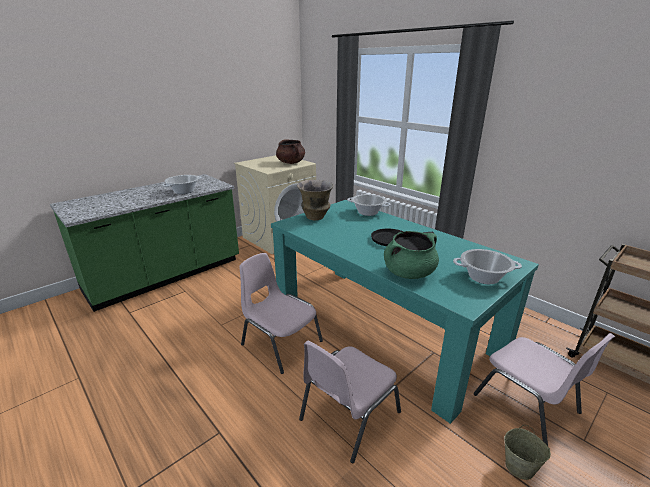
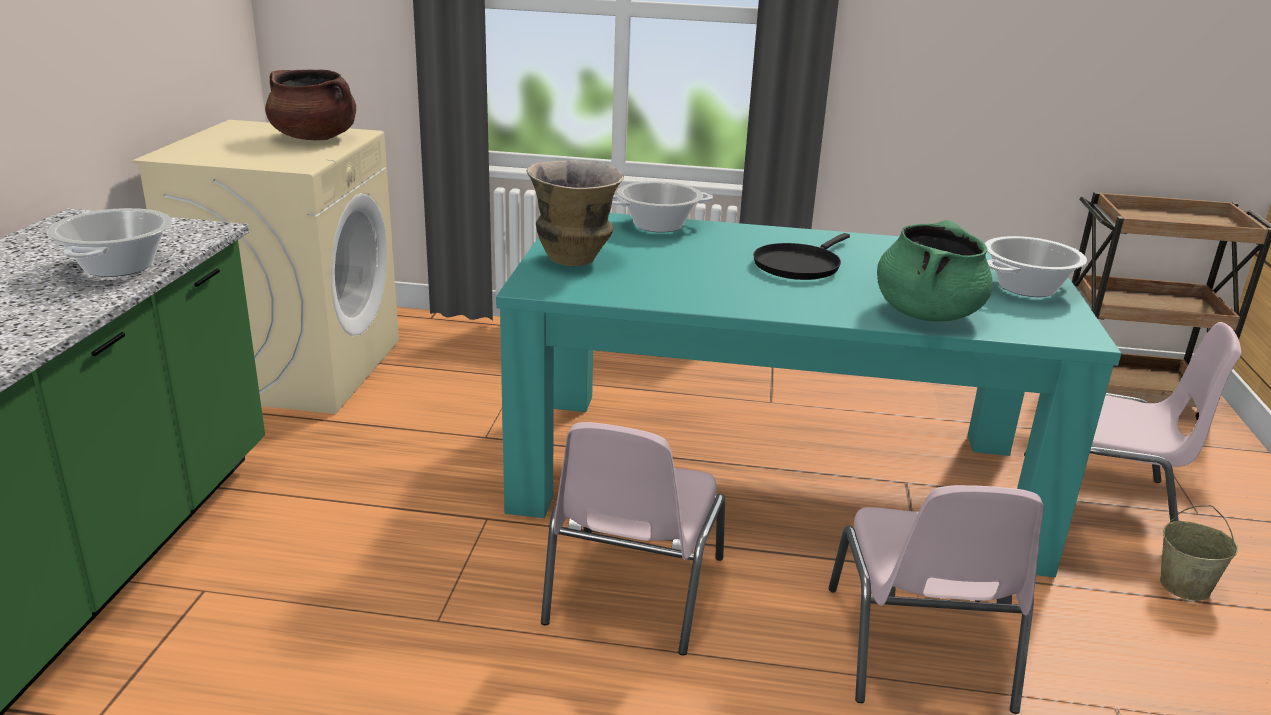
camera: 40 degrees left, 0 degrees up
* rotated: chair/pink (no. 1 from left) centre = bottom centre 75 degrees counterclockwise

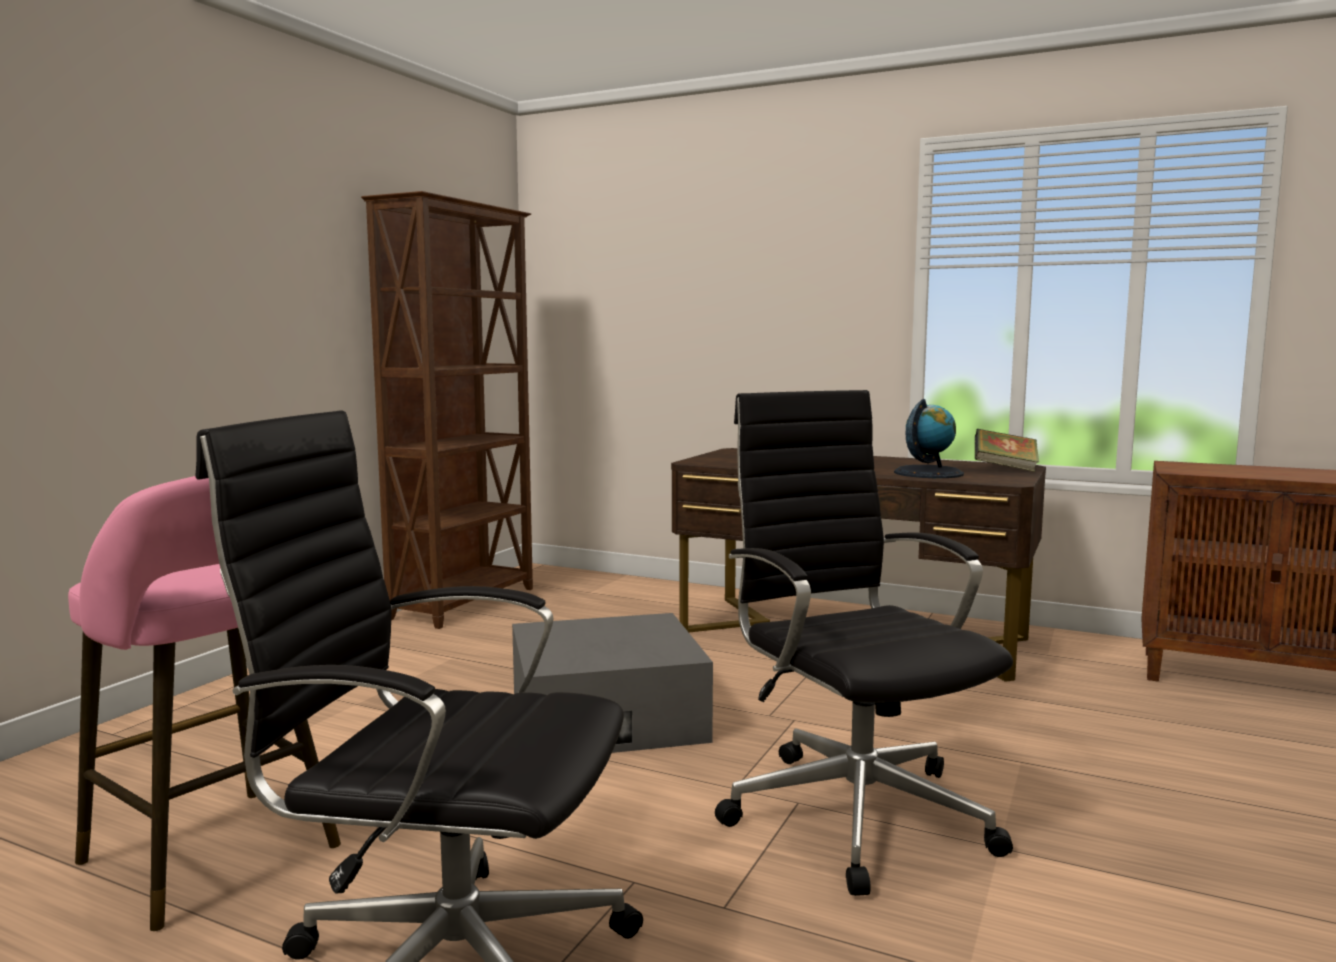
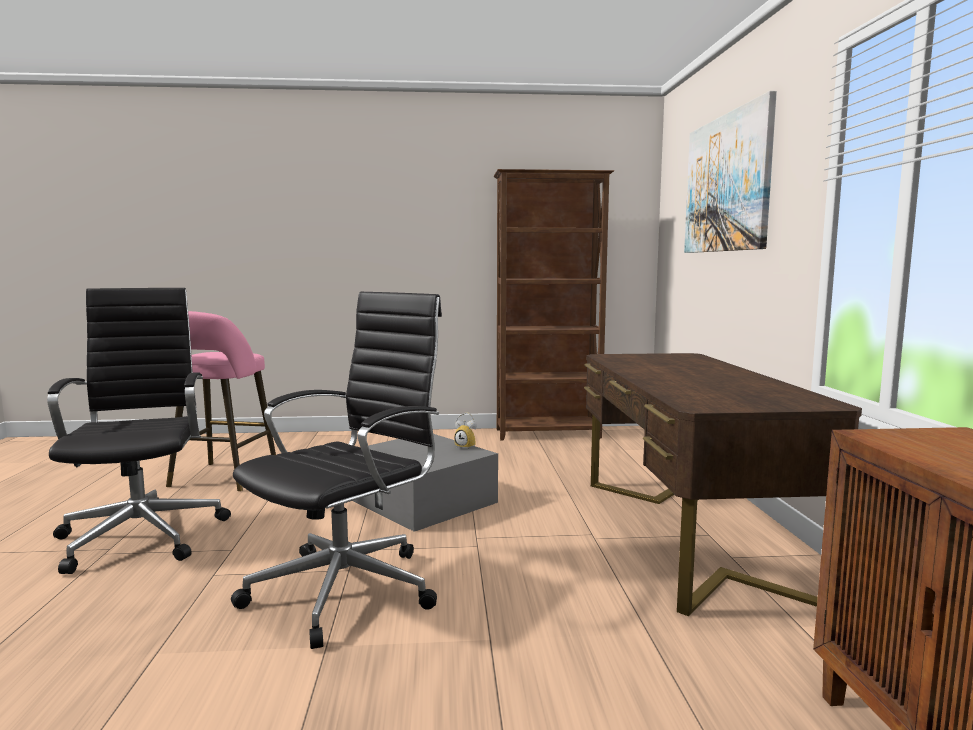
camera: 60 degrees right, 0 degrees up
* gone: globe middle right
* gone: book middle right
* new: alarm clock centre
* new: picture top right

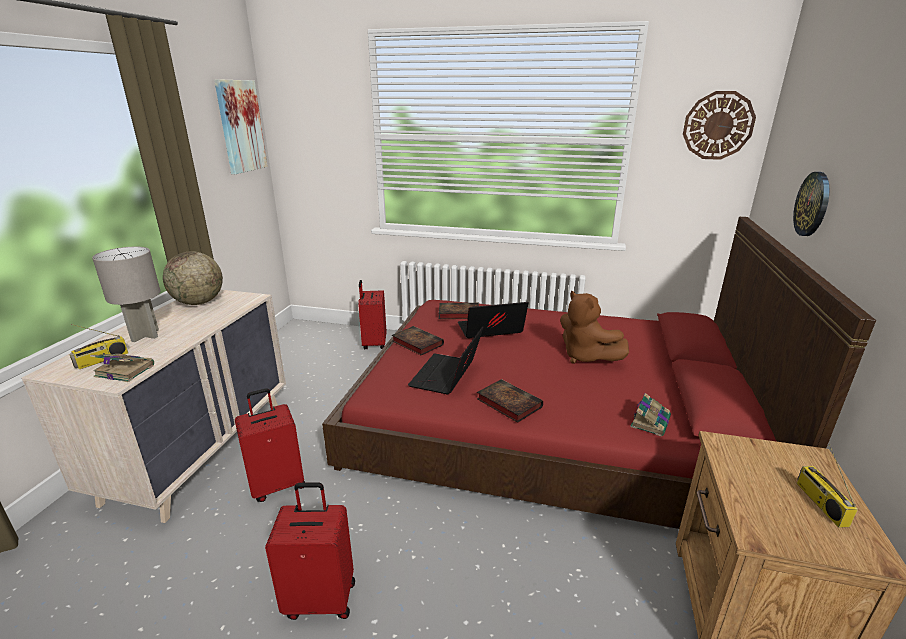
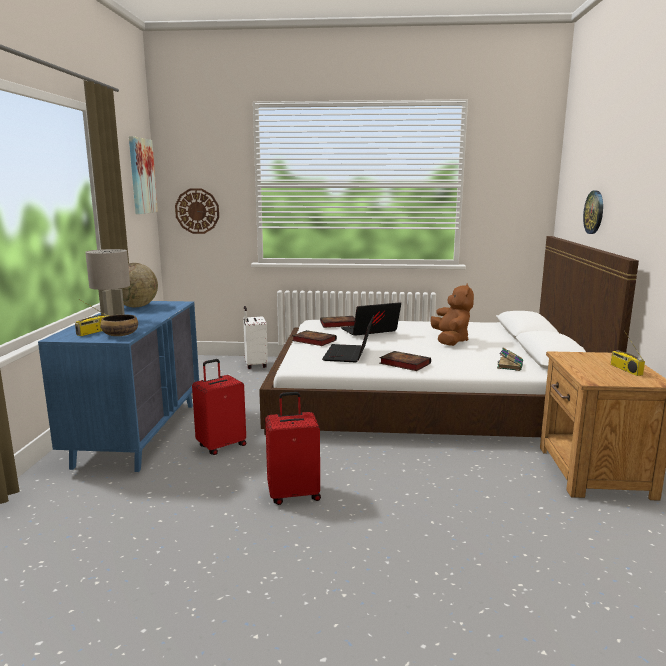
camera: 10 degrees left, 10 degrees down
* repainted: dresser/beige middle left to dresser/blue middle left
* swapped: book (no. 1 from left) middle left to bowl middle left
* repainted: bed/red centre to bed/white middle right
* repainted: suitcase/red (no. 3 from left) centre to suitcase/white centre
* rotated: plush toy/brown centre = middle right 135 degrees counterclockwise
* shifted: wall clock (no. 1 from left) top right to top left

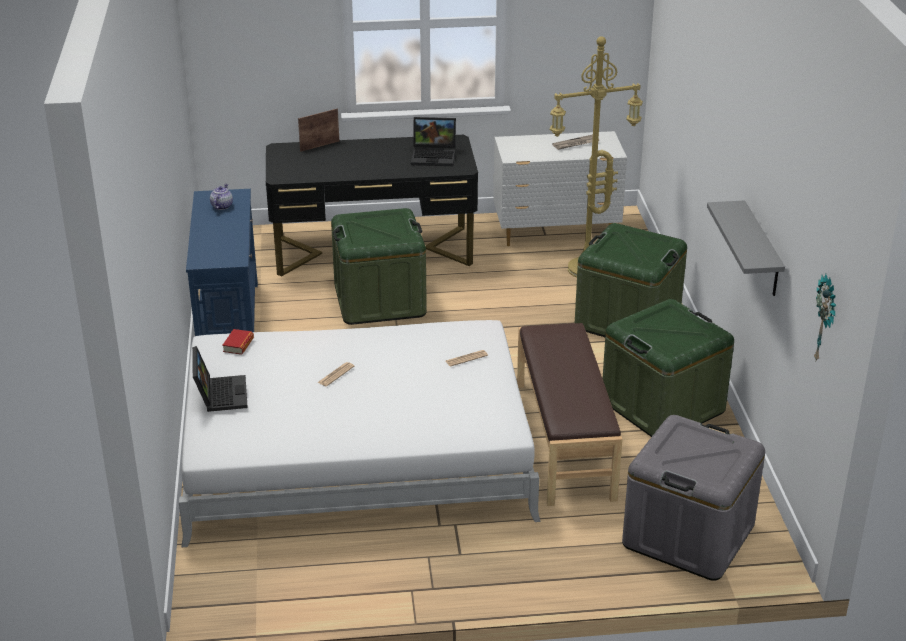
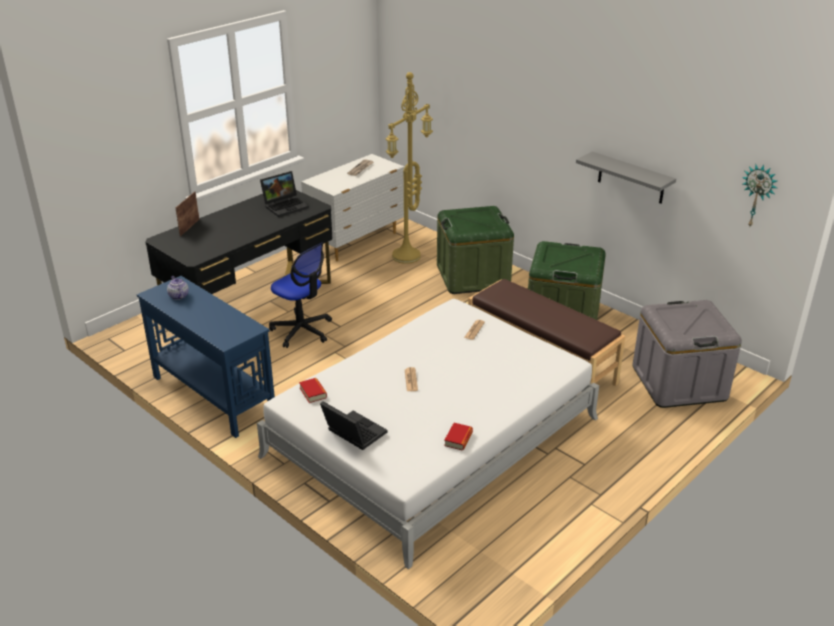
camera: 40 degrees left, 0 degrees up
* swapped: storage box/green (no. 1 from left) centre to office chair centre
* new: book (no. 2 from left) bottom centre

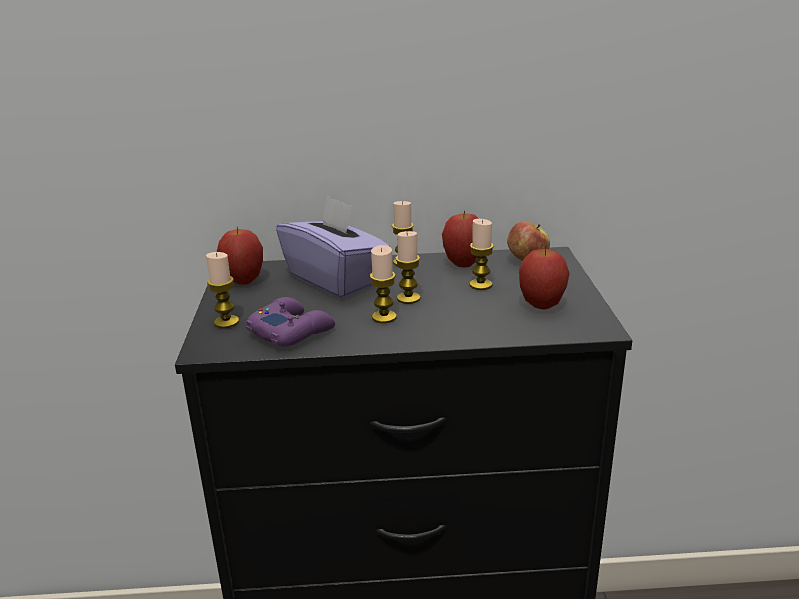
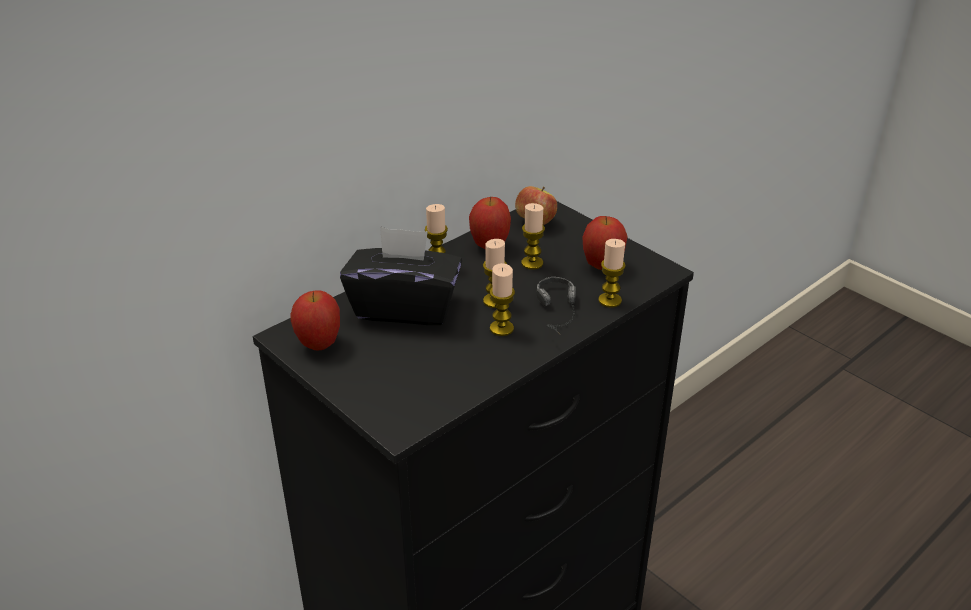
camera: 40 degrees left, 10 degrees up
* shifted: candle (no. 1 from left in the first image) middle left to candle (no. 5 from left) centre
* gone: game controller/purple centre
* repainted: tissue box/purple centre to tissue box/black centre
* new: headphones centre

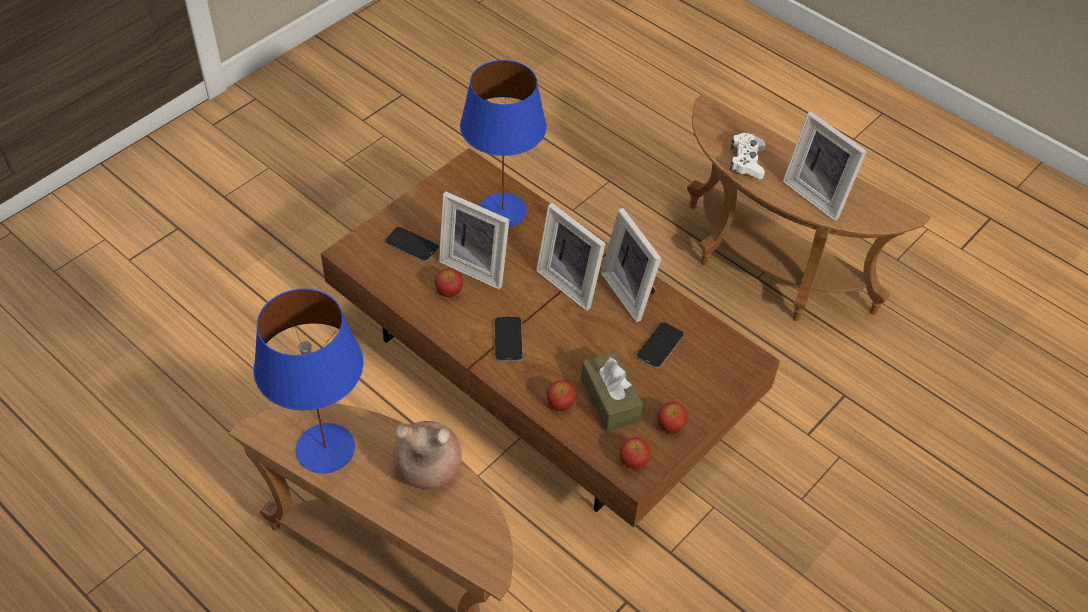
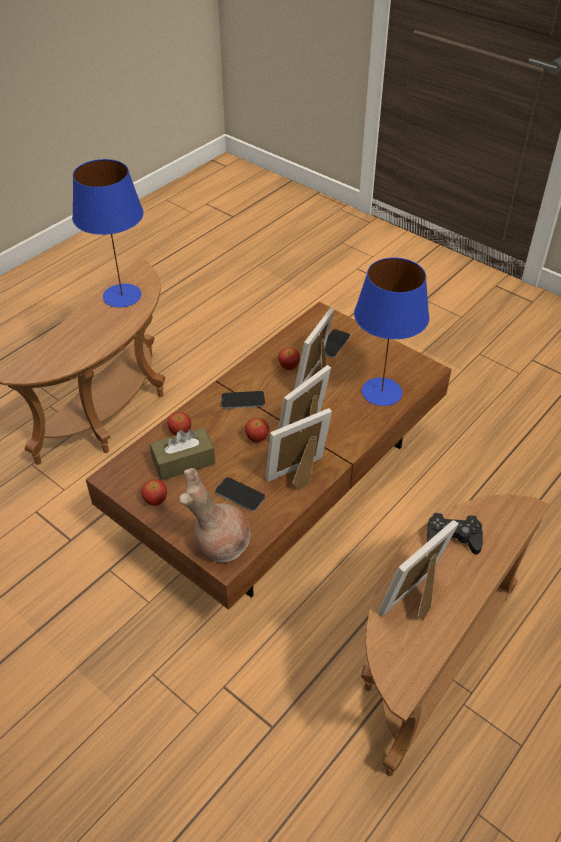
camera: 90 degrees right, 5 degrees down
* shifted: vase/brown bottom centre to centre
* shifted: apple (no. 3 from left) bottom centre to centre
* repainted: game controller/white top right to game controller/black middle right

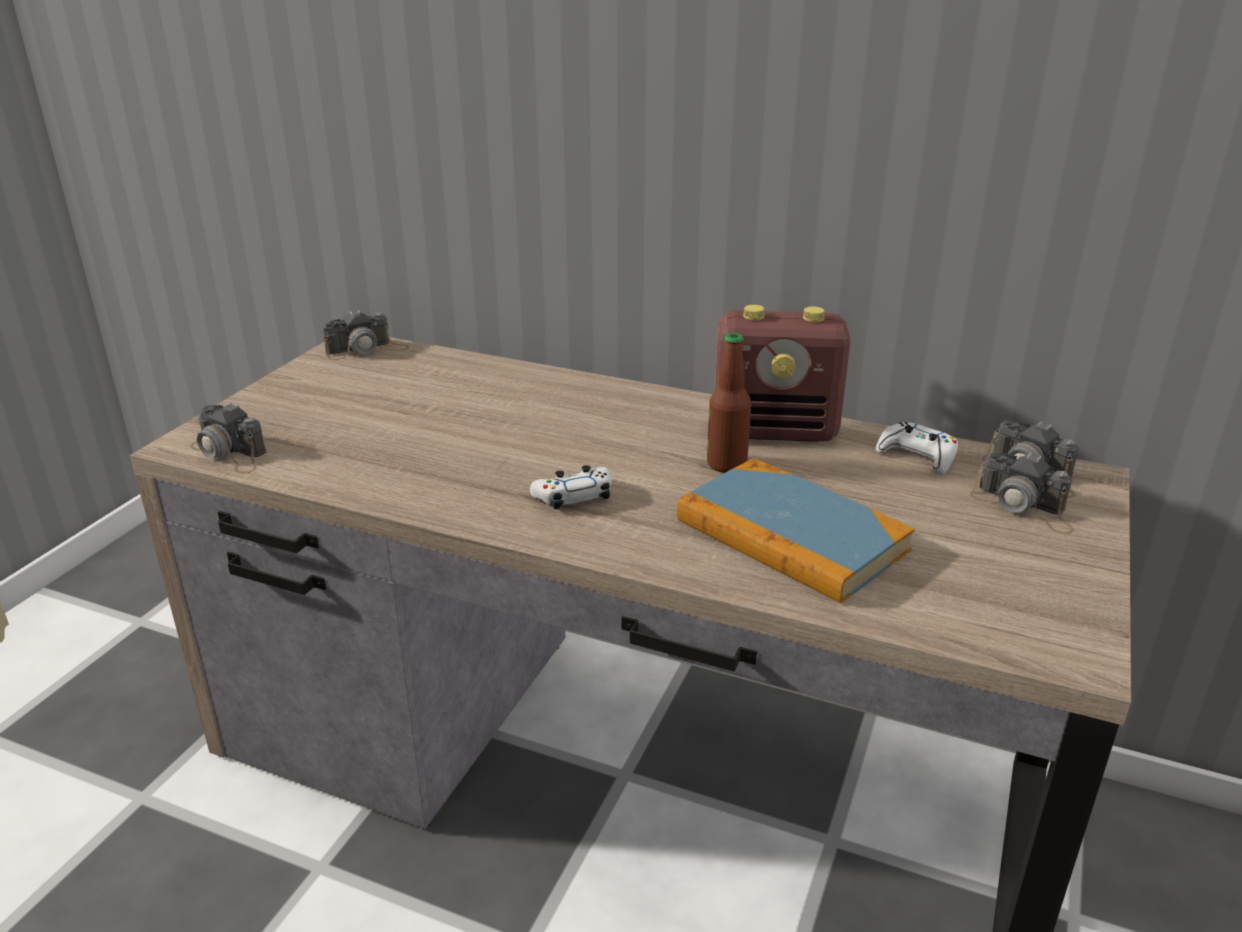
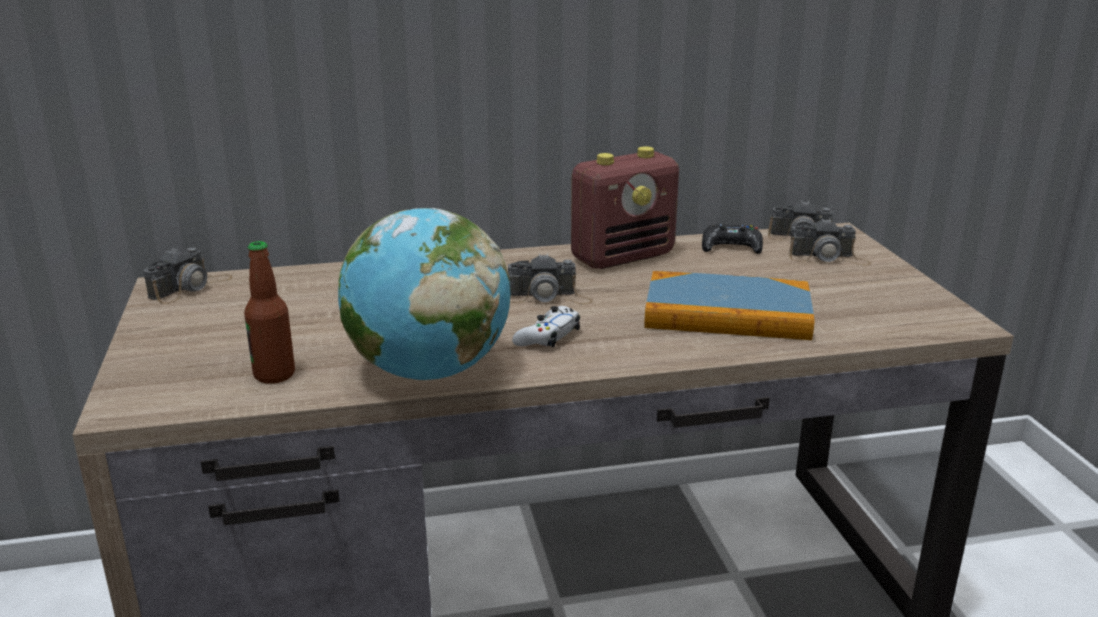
camera: 35 degrees left, 5 degrees down
* shifted: photo camera (no. 1 from left in the first image) middle left to photo camera (no. 2 from left) centre
* shifted: bottle centre to middle left
* repainted: game controller/white (no. 2 from left) middle right to game controller/black middle right
* new: globe centre

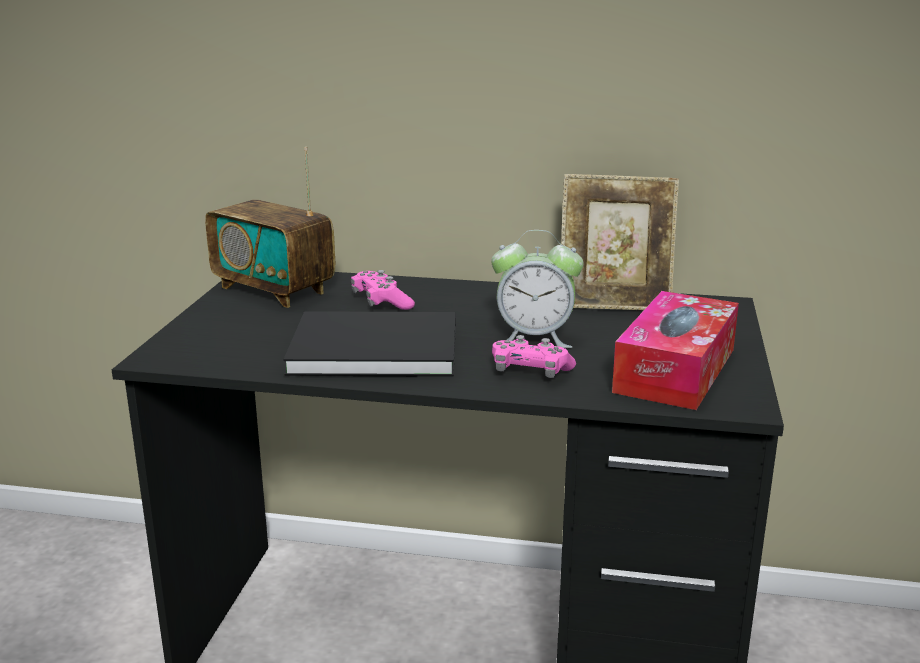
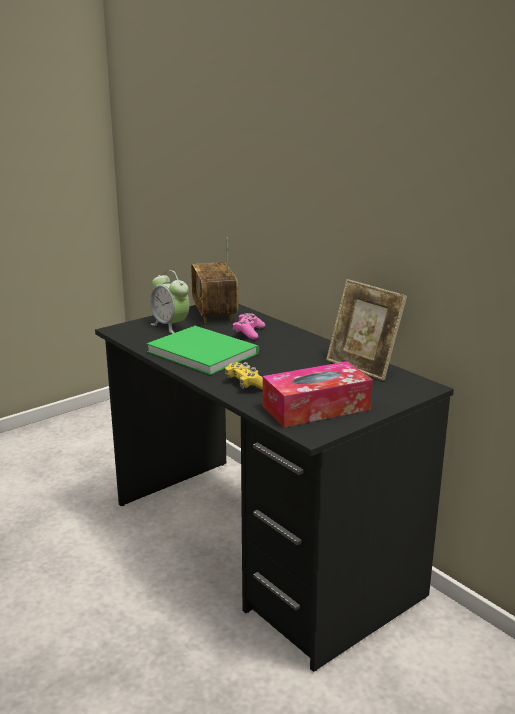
camera: 40 degrees right, 0 degrees up
* repainted: book/black centre to book/green centre
* shifted: alarm clock centre to middle left
* repainted: game controller/pink (no. 2 from left) centre to game controller/yellow centre

